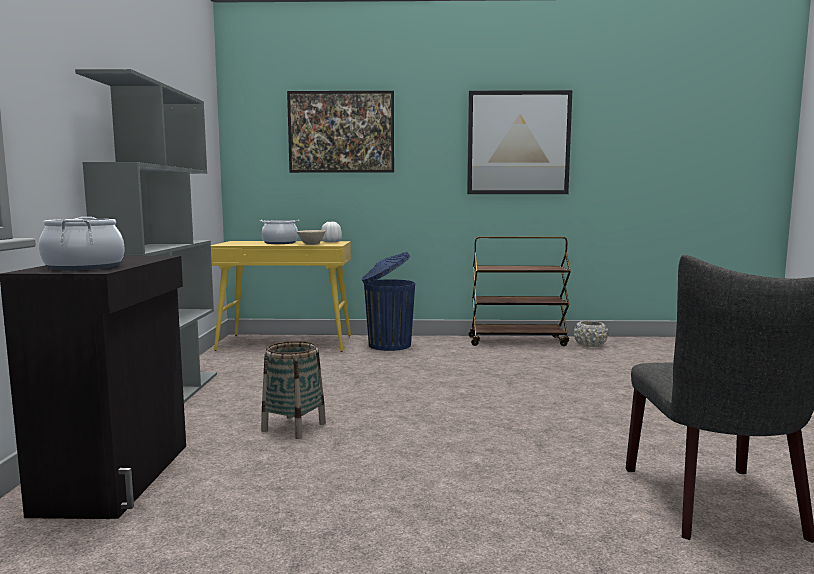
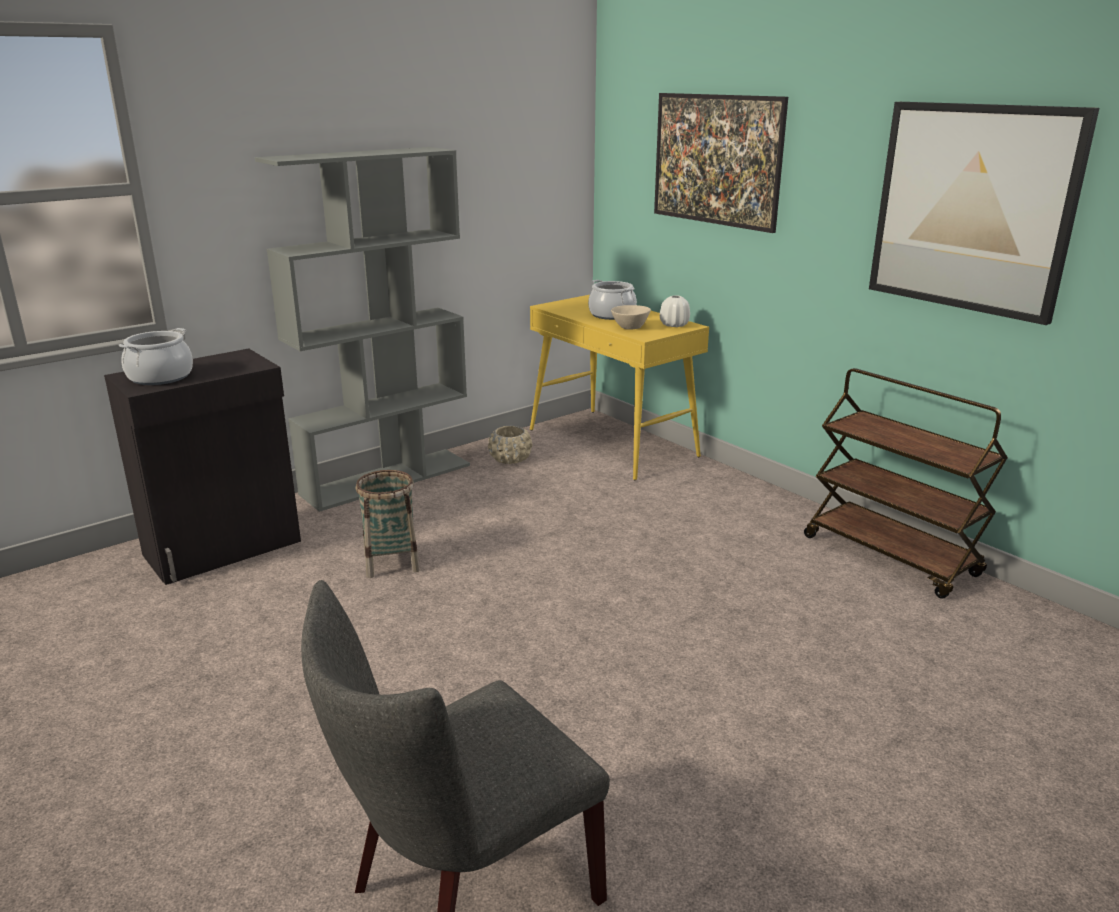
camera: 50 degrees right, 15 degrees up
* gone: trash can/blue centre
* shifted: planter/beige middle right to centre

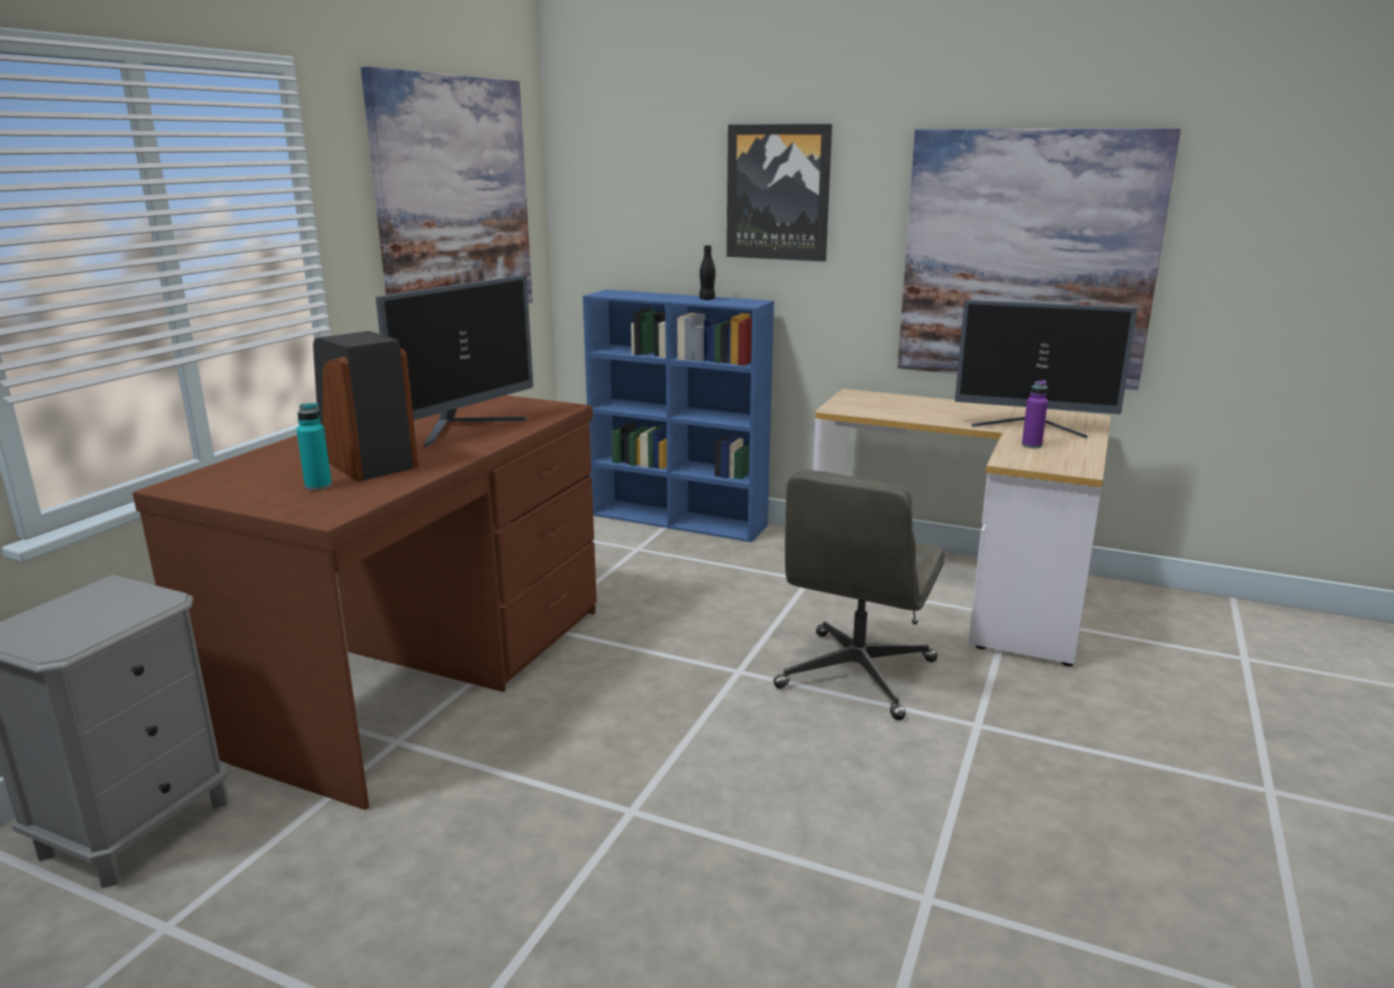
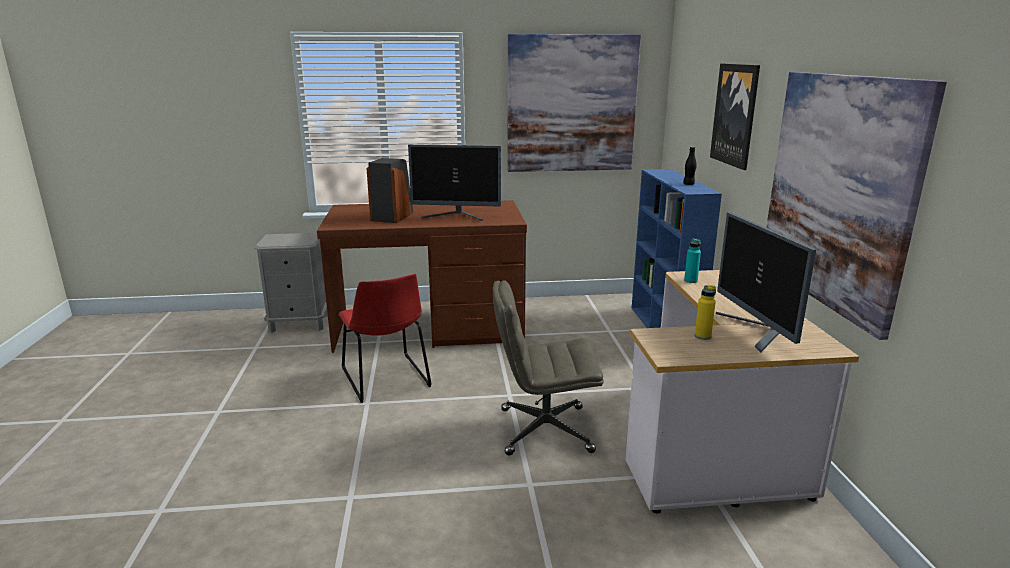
camera: 60 degrees right, 0 degrees up
* shifted: bottle/turquoise middle left to middle right
* repainted: bottle/purple middle right to bottle/yellow middle right
* new: chair/red centre

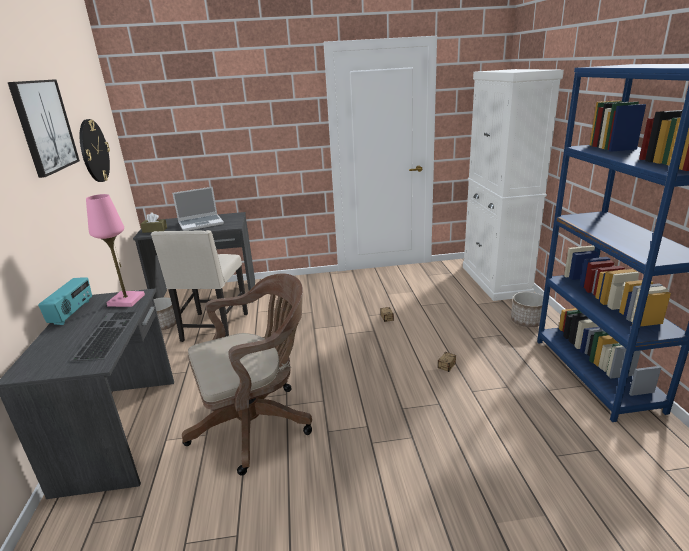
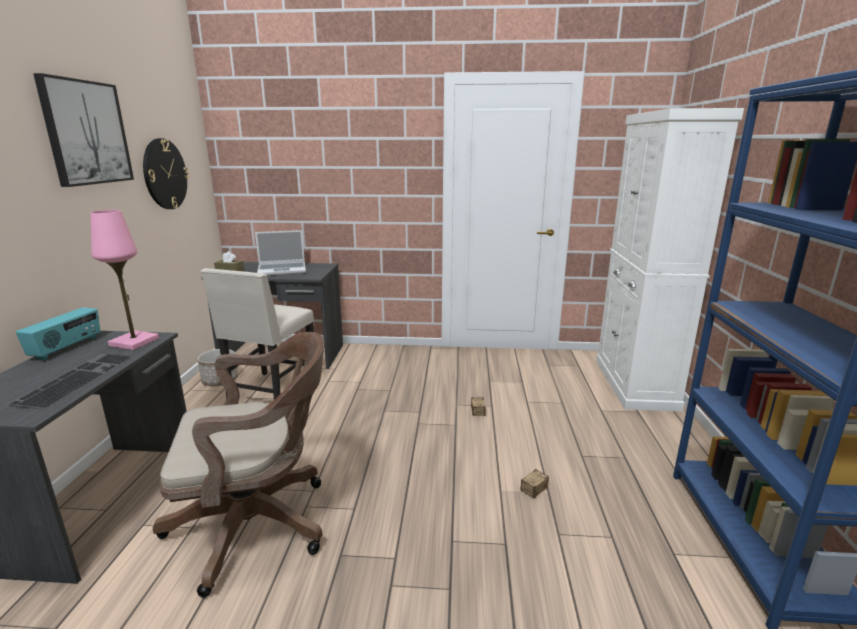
camera: 10 degrees right, 5 degrees down
* gone: planter (no. 2 from left) middle right

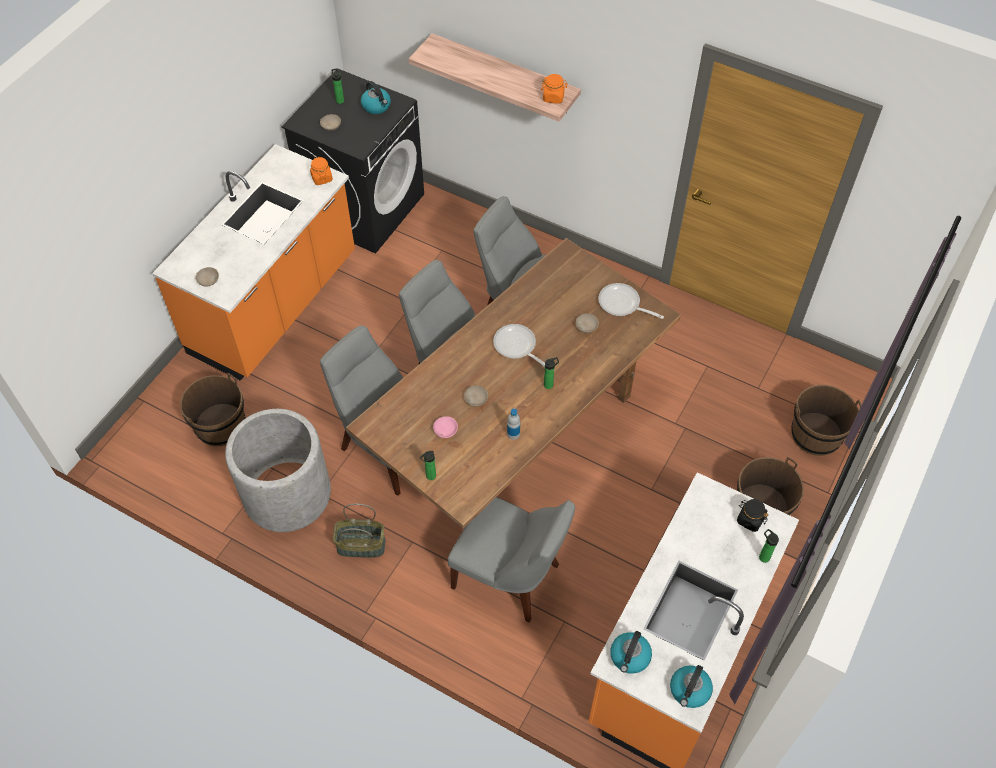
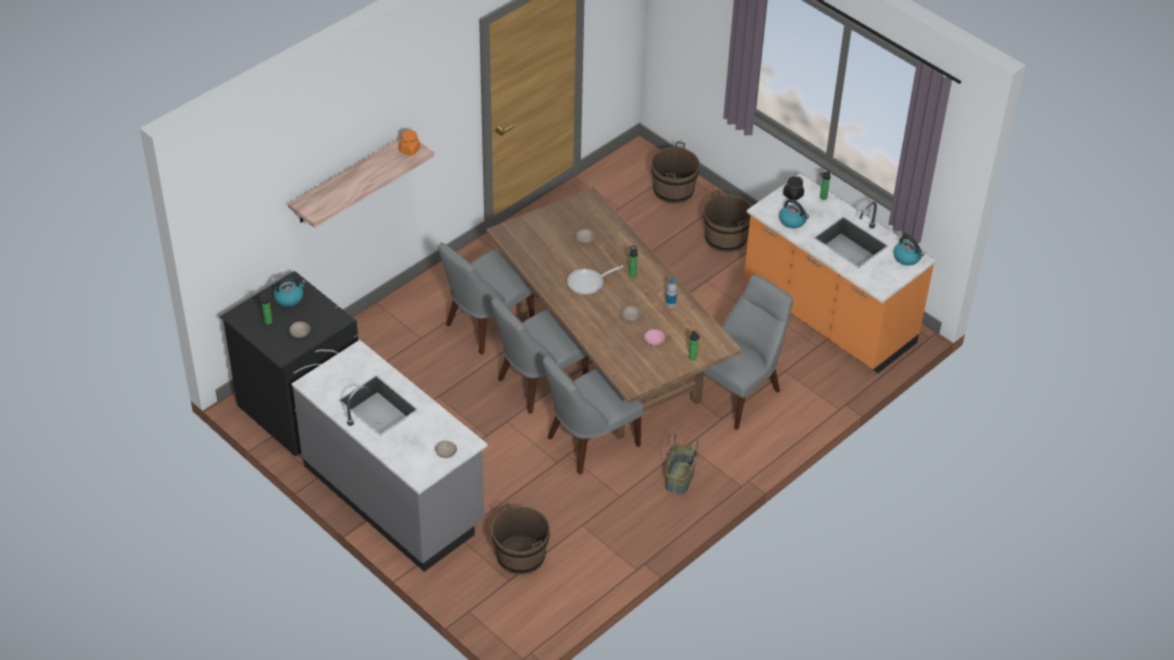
camera: 75 degrees left, 10 degrees down
* repainted: counter/orange (no. 1 from left) middle left to counter/grey bottom left
* gone: planter/grey middle left
* gone: jar/orange (no. 1 from left) top left
* gone: frying pan (no. 2 from left) centre
* shifted: kettle (no. 2 from left) bottom centre to top right

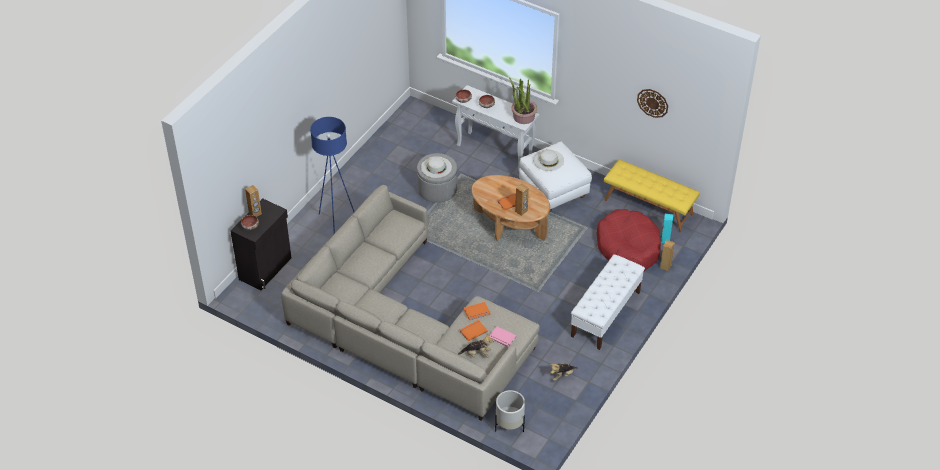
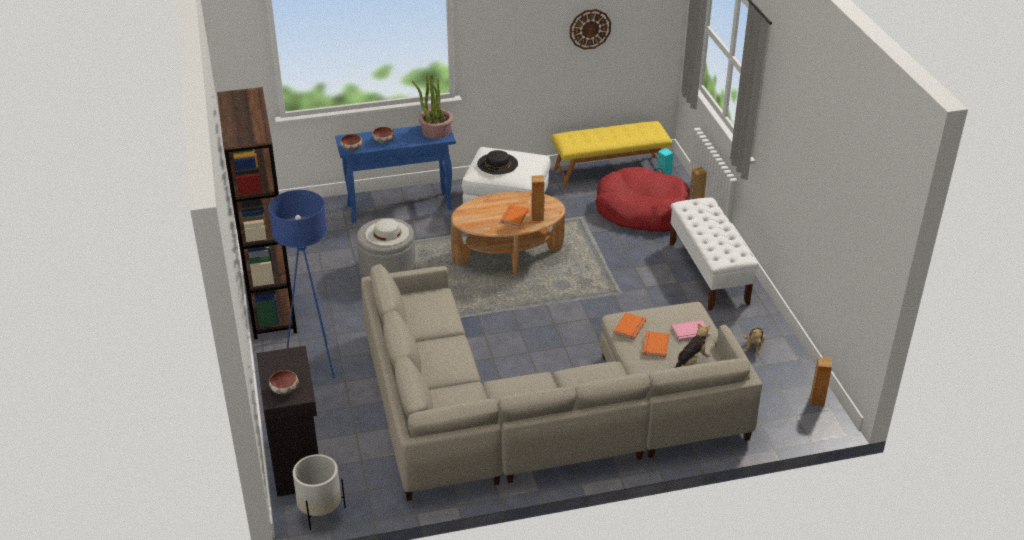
camera: 45 degrees left, 10 degrees down
* shifted: speaker/brown (no. 1 from left in the first image) middle left to speaker/brown (no. 3 from left) bottom right
* repainted: console table/white top centre to console table/blue top centre
* shifted: planter/white bottom centre to bottom left
* repainted: hat/white (no. 2 from left) centre to hat/black top centre
* new: bookcase/brown middle left

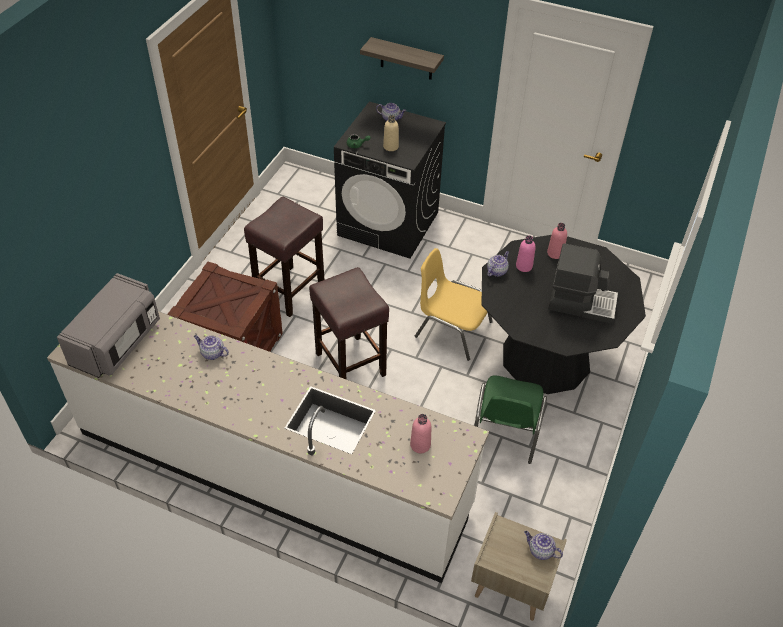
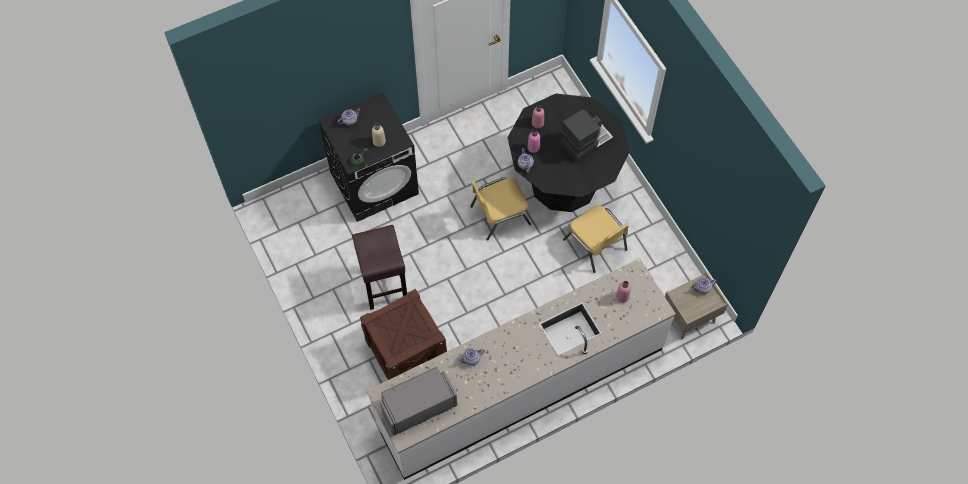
camera: 50 degrees left, 15 degrees up
* rotated: microwave/grey middle left = bottom centre 90 degrees counterclockwise
* gone: stool/brown (no. 2 from left) centre
* gone: shelf top centre
* repainted: chair/green bottom centre to chair/yellow (no. 2 from left) centre

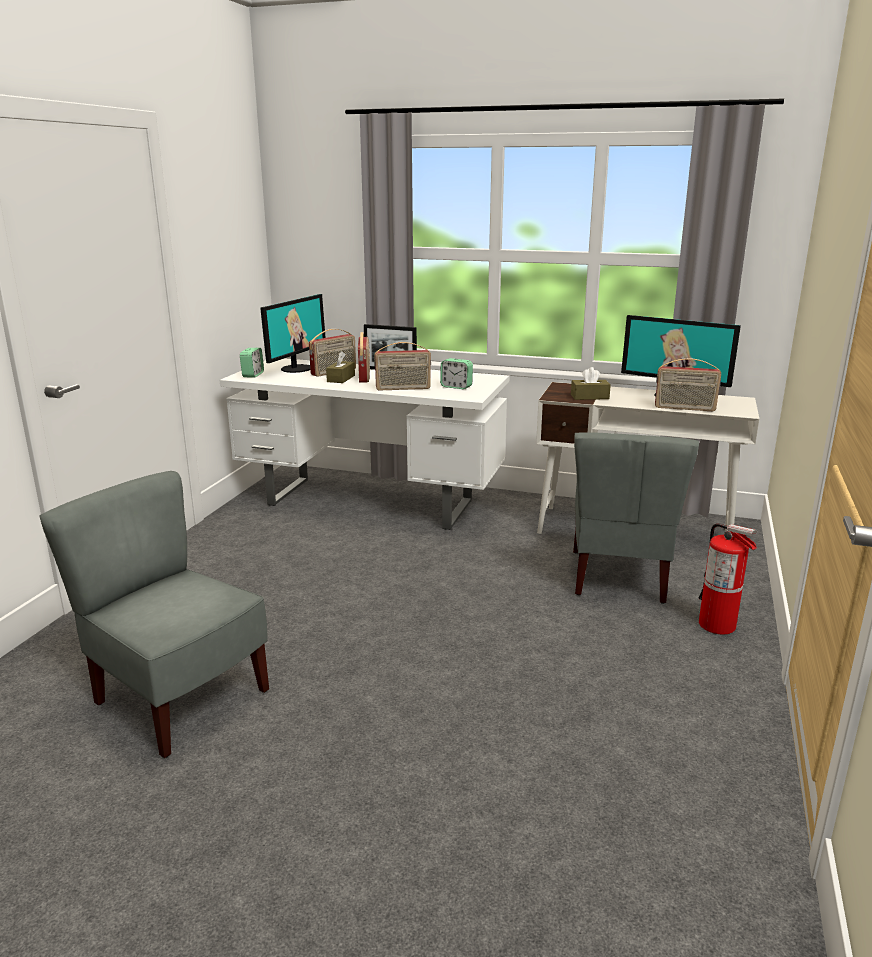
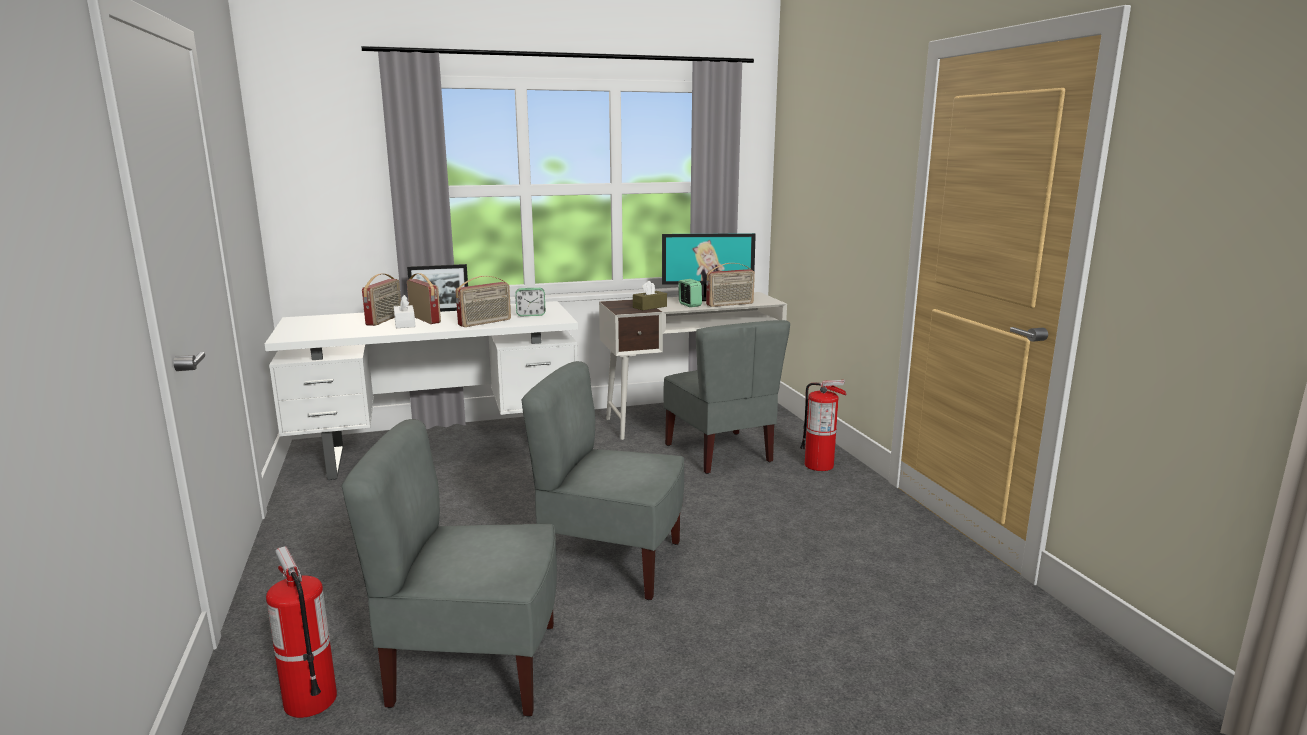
camera: 35 degrees left, 5 degrees down
* shifted: alarm clock (no. 1 from left in the first image) middle left to alarm clock (no. 2 from left) centre
* gone: monitor (no. 1 from left) centre
* repainted: tissue box/brown (no. 1 from left) centre to tissue box/white middle left
* new: fire extinguisher (no. 1 from left) bottom left
* new: chair/grey (no. 2 from left) centre

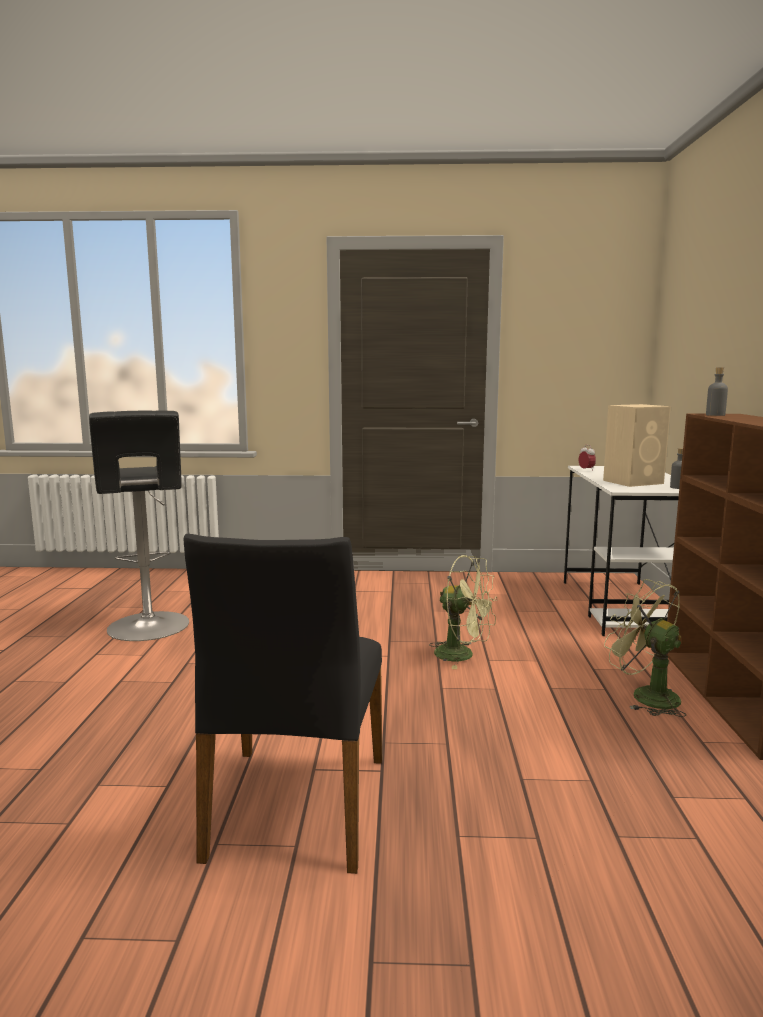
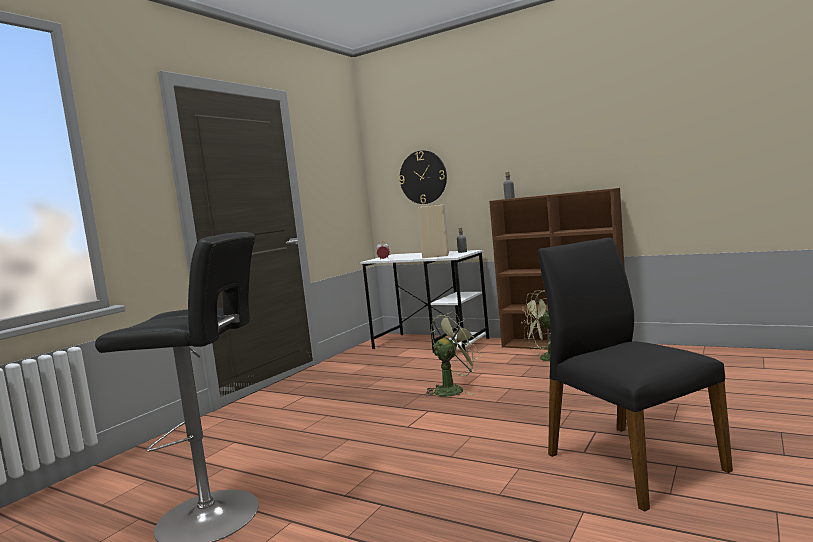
camera: 60 degrees left, 5 degrees down
* rotated: chair/black bottom centre = bottom right 150 degrees counterclockwise
* new: wall clock top centre

